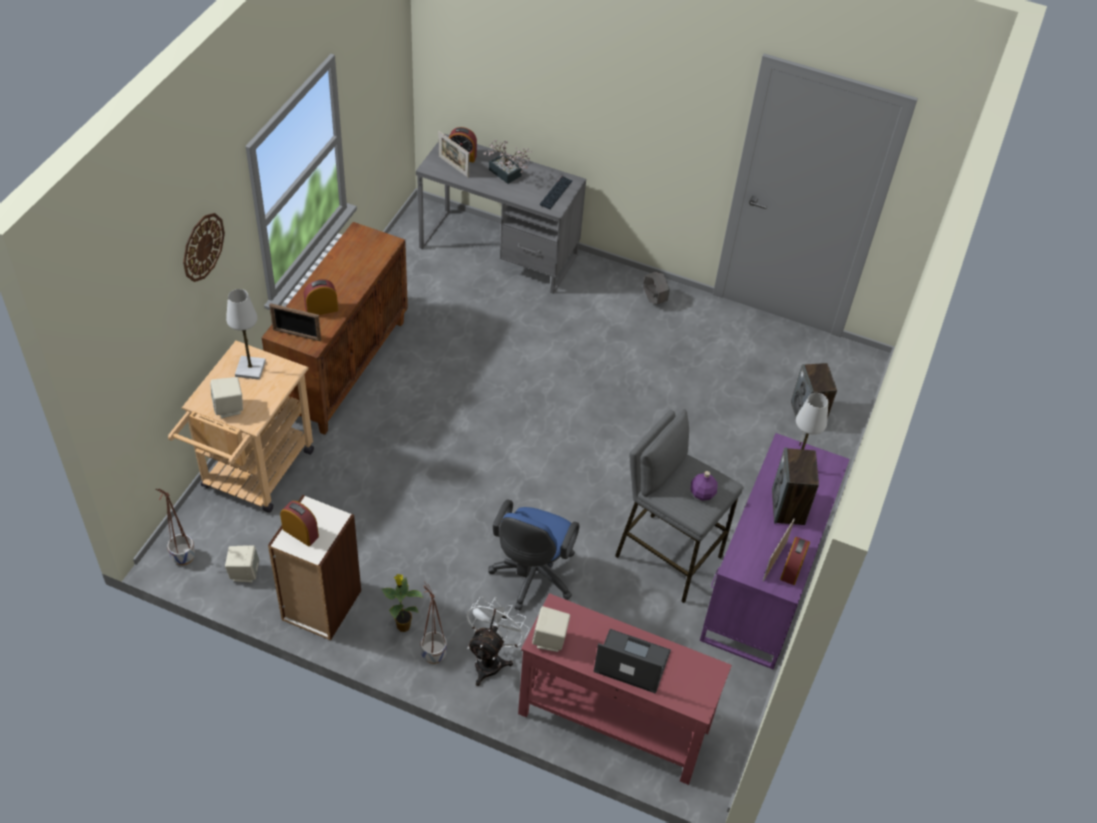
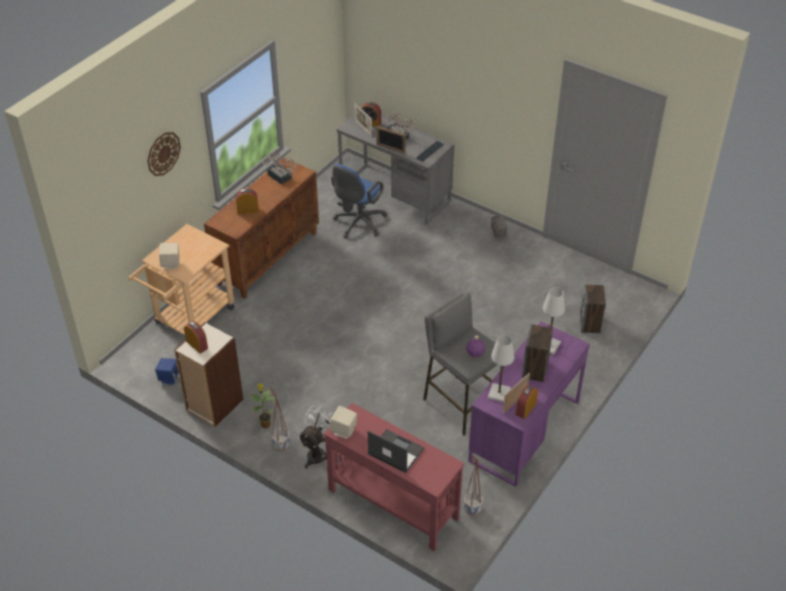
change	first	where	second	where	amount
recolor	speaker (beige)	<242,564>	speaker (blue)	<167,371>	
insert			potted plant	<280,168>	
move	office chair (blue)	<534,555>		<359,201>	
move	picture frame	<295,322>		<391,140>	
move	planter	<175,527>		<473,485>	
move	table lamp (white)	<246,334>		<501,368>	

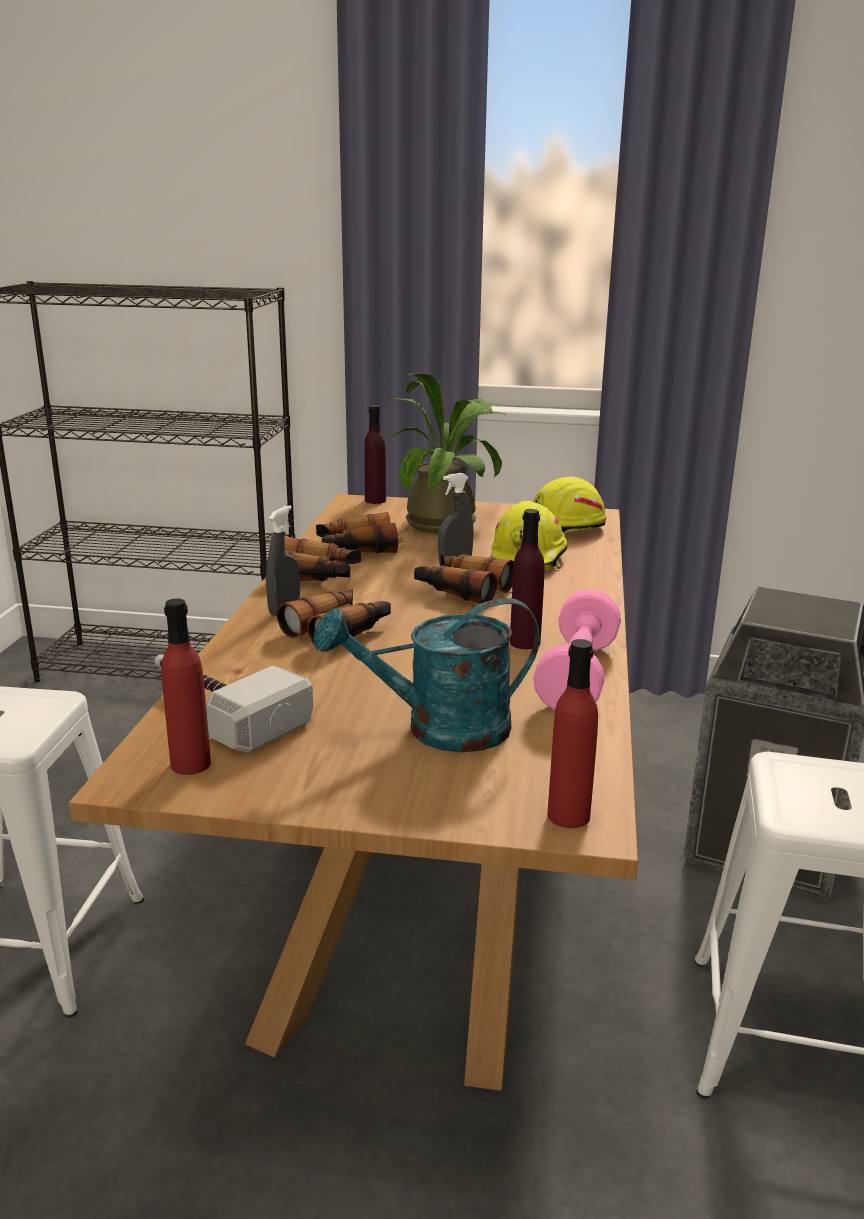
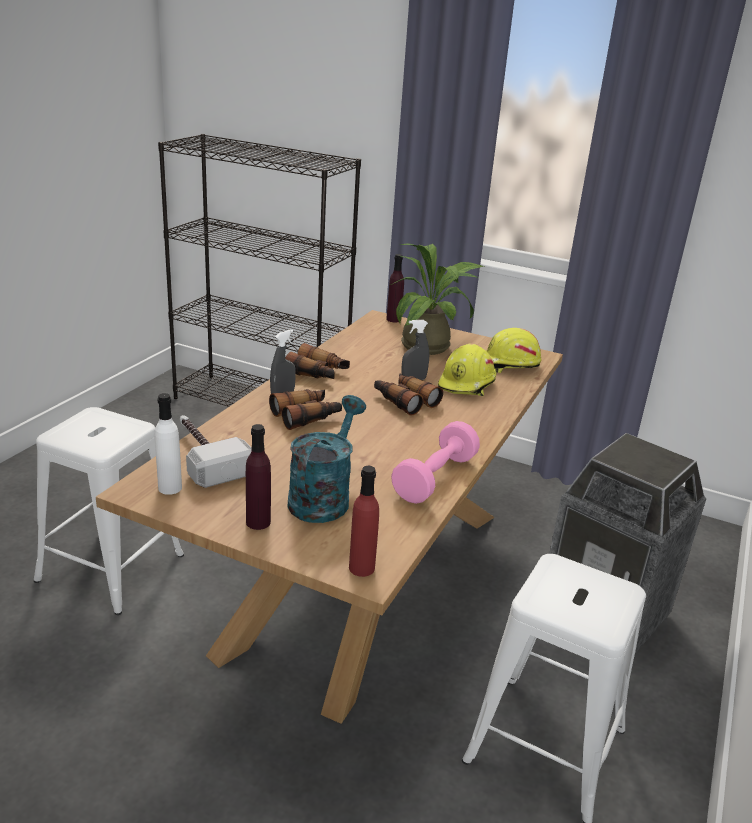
change	first	where	second	where	amount
recolor	bottle (red)	<186,687>	bottle (white)	<168,444>	
move	bottle (purple)	<527,579>		<258,477>	
rotate	watering can (turquoise)	<427,675>		<326,459>	105 degrees clockwise
delete	binoculars	<357,532>			

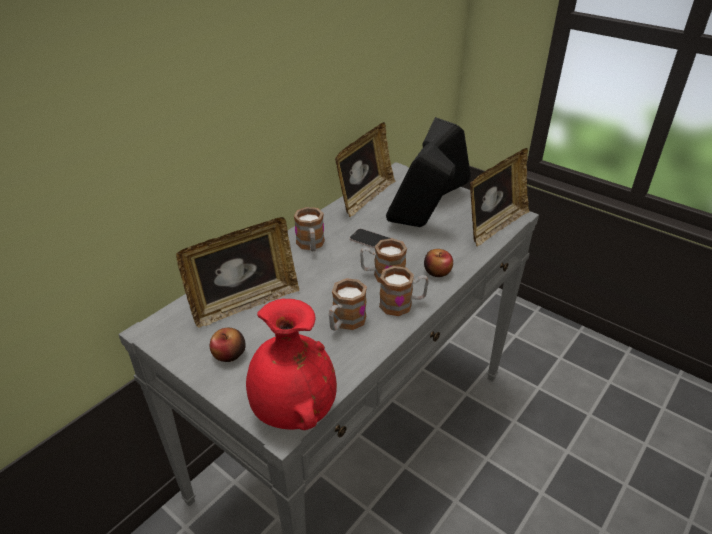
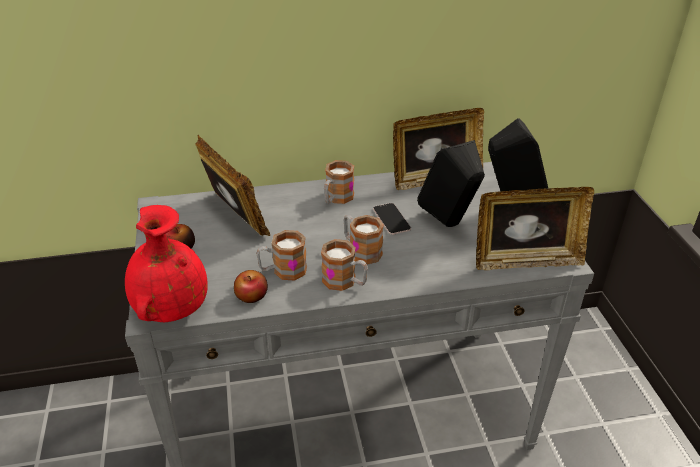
change	first	where	second	where	amount
rotate	picture frame	<237,272>		<232,185>	135 degrees counterclockwise
move	apple	<438,263>		<251,286>	

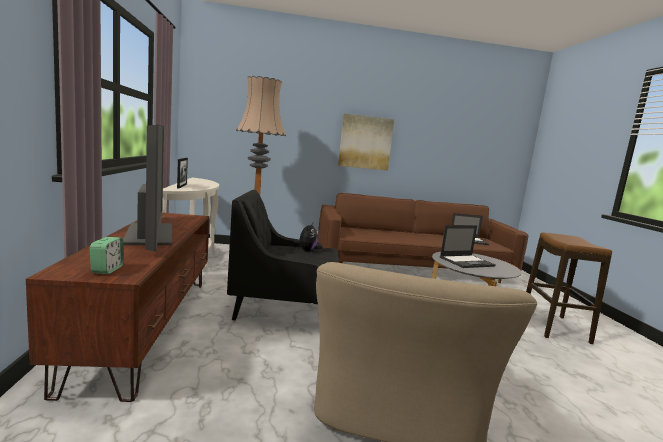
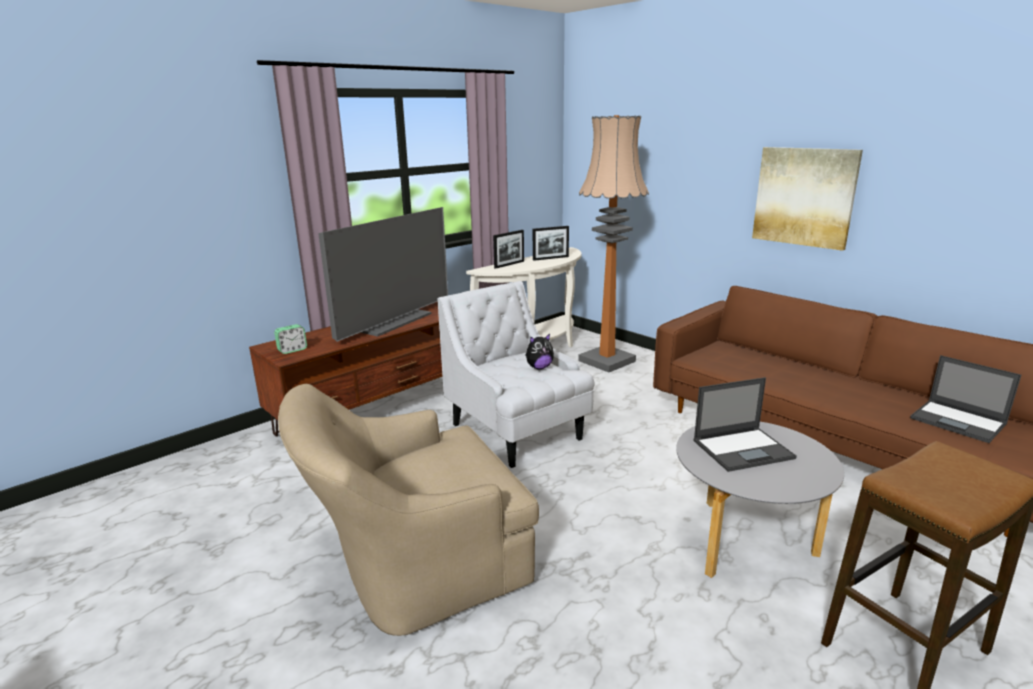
change	first	where	second	where	amount
recolor	armchair (black)	<283,255>	armchair (white)	<516,374>	
insert			picture frame	<551,243>	
rotate	laptop	<468,246>		<745,424>	45 degrees counterclockwise

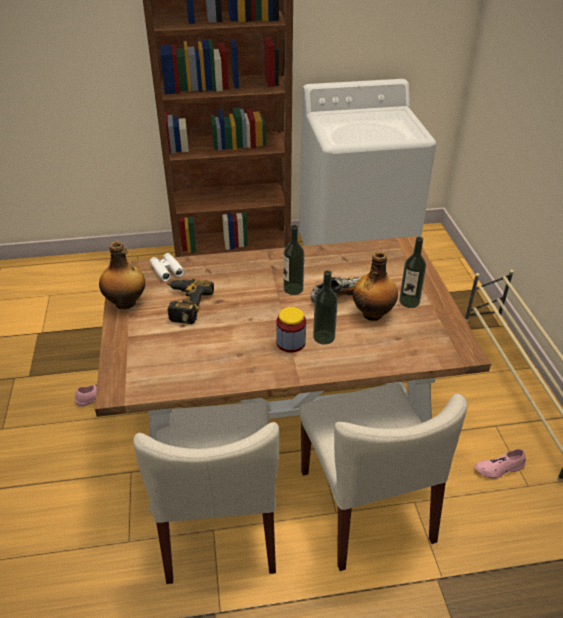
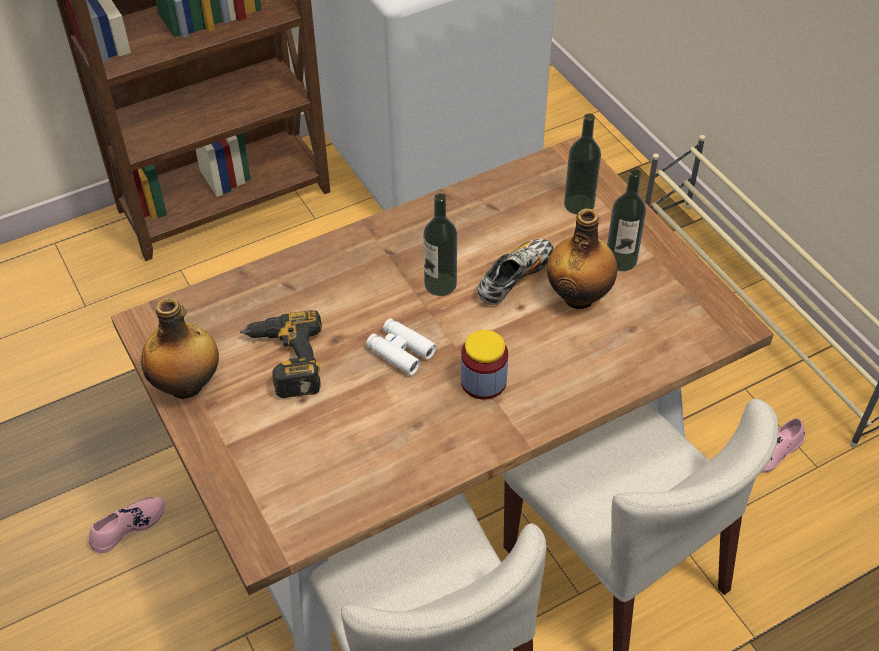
change	first	where	second	where	amount
move	binoculars (white)	<167,267>		<401,346>	
move	bottle	<325,307>		<582,164>	

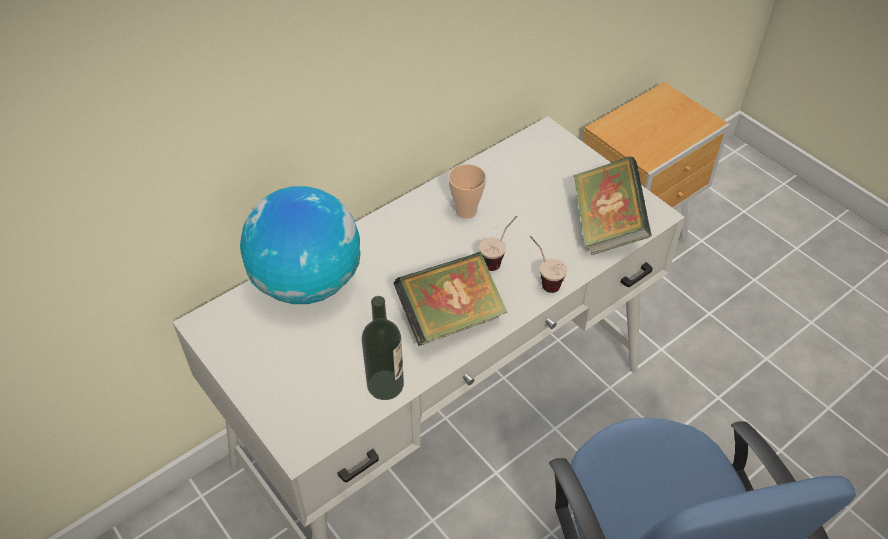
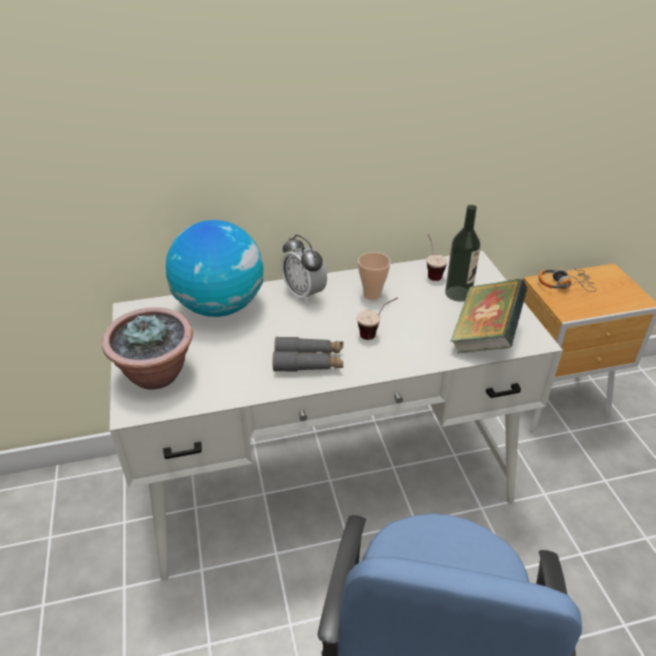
change	first	where	second	where	amount
insert			potted plant	<147,348>	
replace	book	<450,299>	binoculars (grey)	<308,354>	
insert			alarm clock	<304,269>	
move	cup	<548,264>		<437,257>	
move	bottle	<383,348>		<463,253>	
insert			headphones	<568,279>	

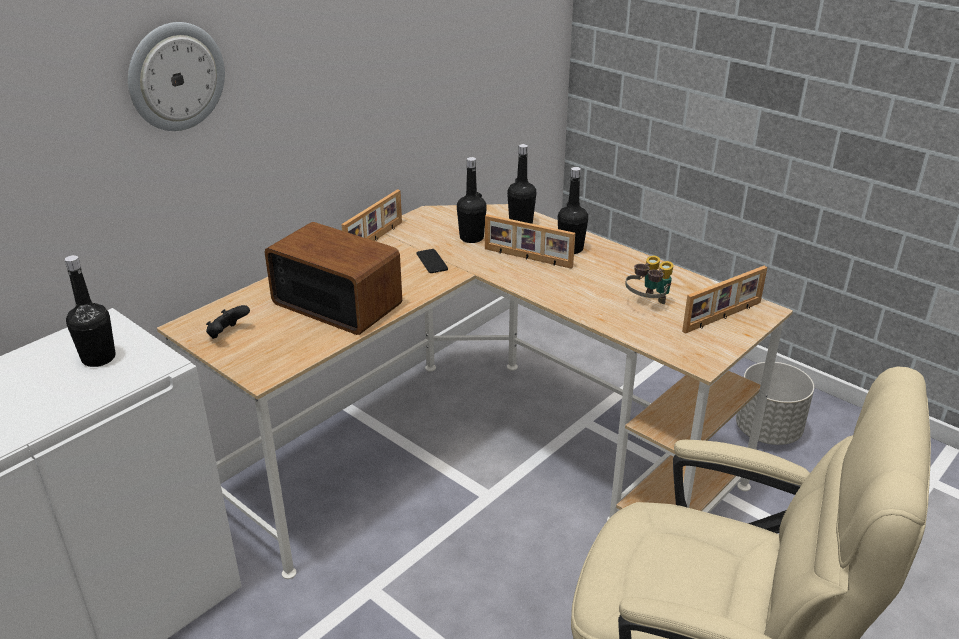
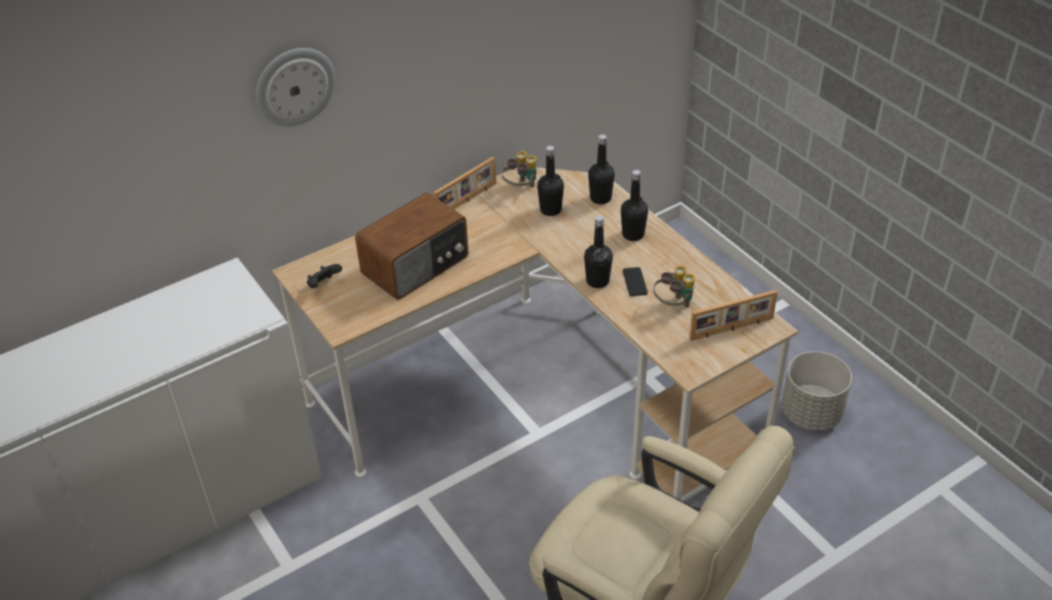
change	first	where	second	where	amount
rotate	radio	<333,278>		<412,246>	90 degrees clockwise
insert			binoculars	<519,169>	
move	bottle (black)	<90,311>		<598,251>	
move	phone	<432,261>		<635,281>	
delete	picture frame	<530,241>			

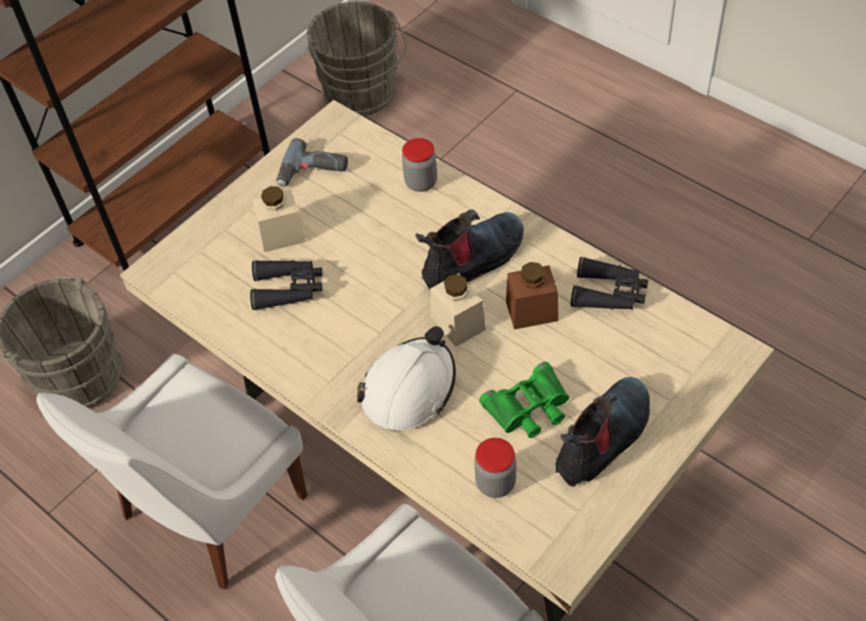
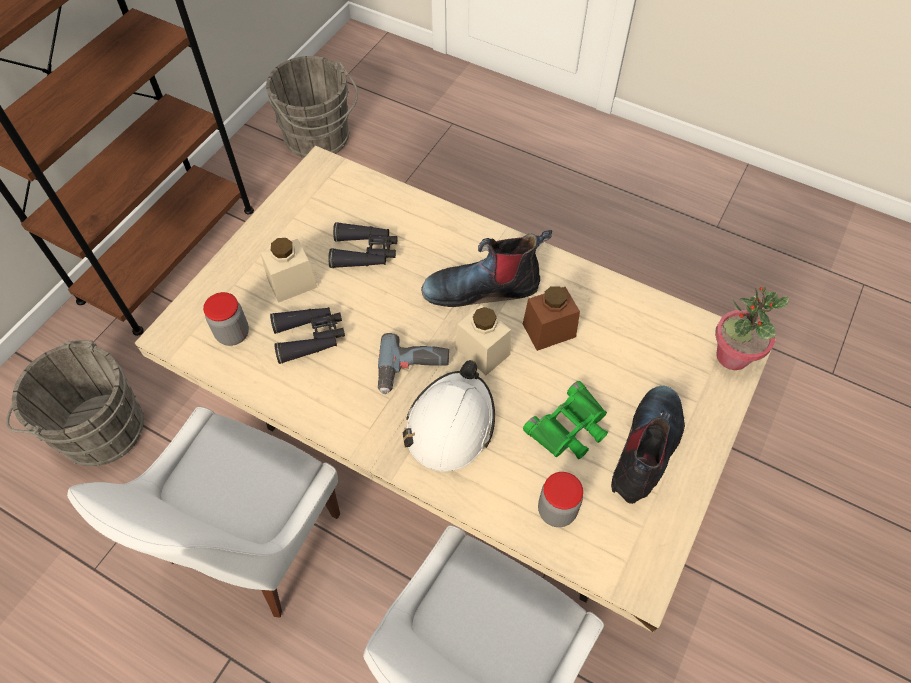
change	first	where	second	where	amount
move	jar	<419,165>		<226,319>	
move	binoculars (black)	<609,283>		<362,245>	
move	power drill	<312,162>		<413,364>	
rotate	boot	<470,249>		<486,268>	135 degrees counterclockwise
insert			potted plant	<752,328>	

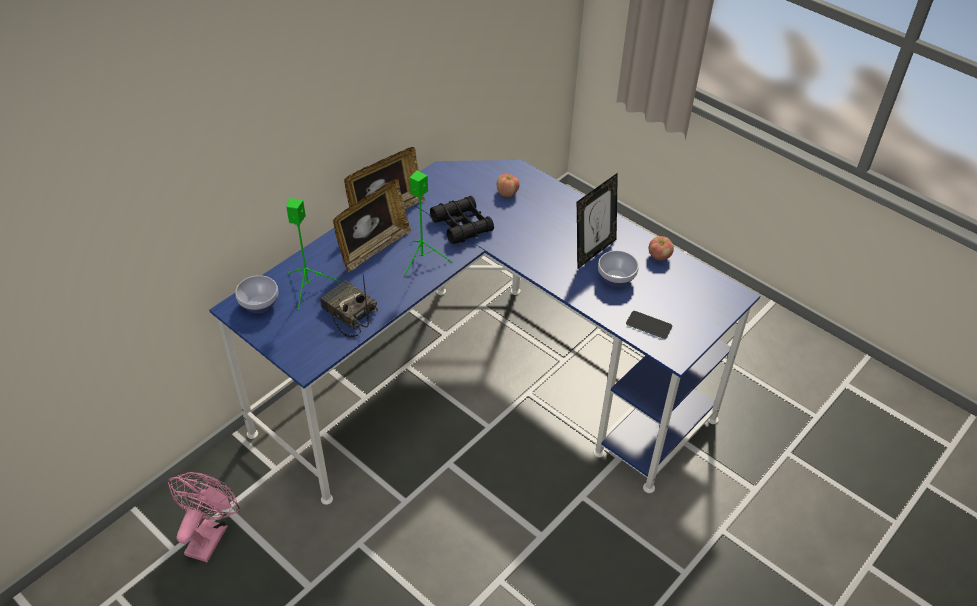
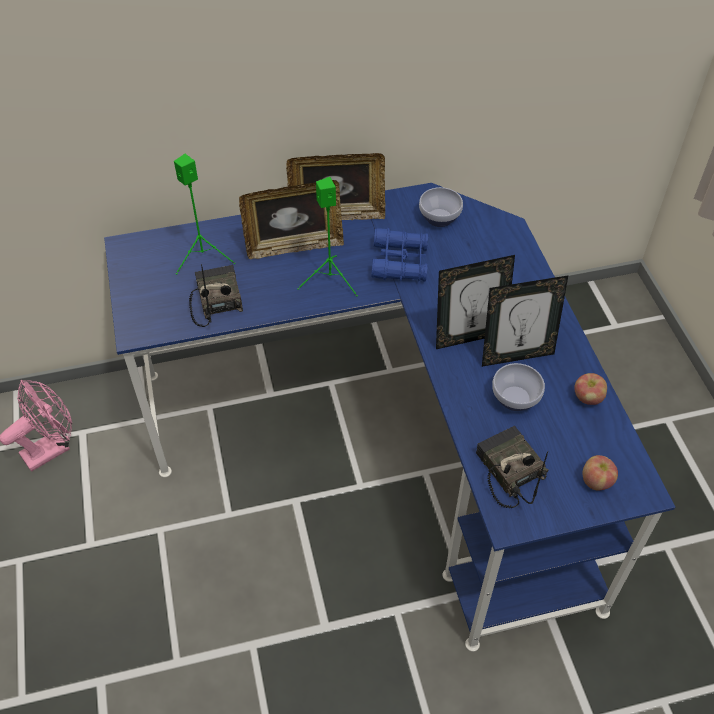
change	first	where	second	where	amount
recolor	binoculars (black)	<462,220>	binoculars (blue)	<399,255>	
move	bowl	<256,294>		<441,207>	
insert			picture frame	<475,302>	
replace	phone	<649,325>	radio	<512,467>	
move	apple	<508,185>		<600,472>	

